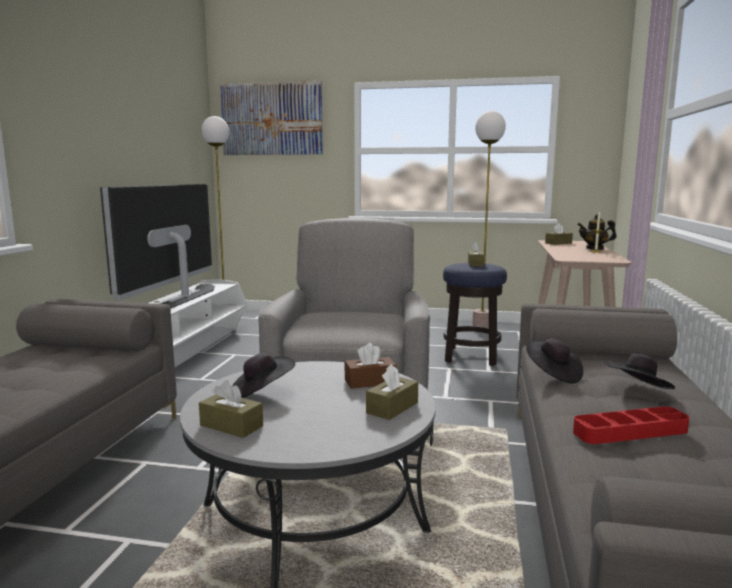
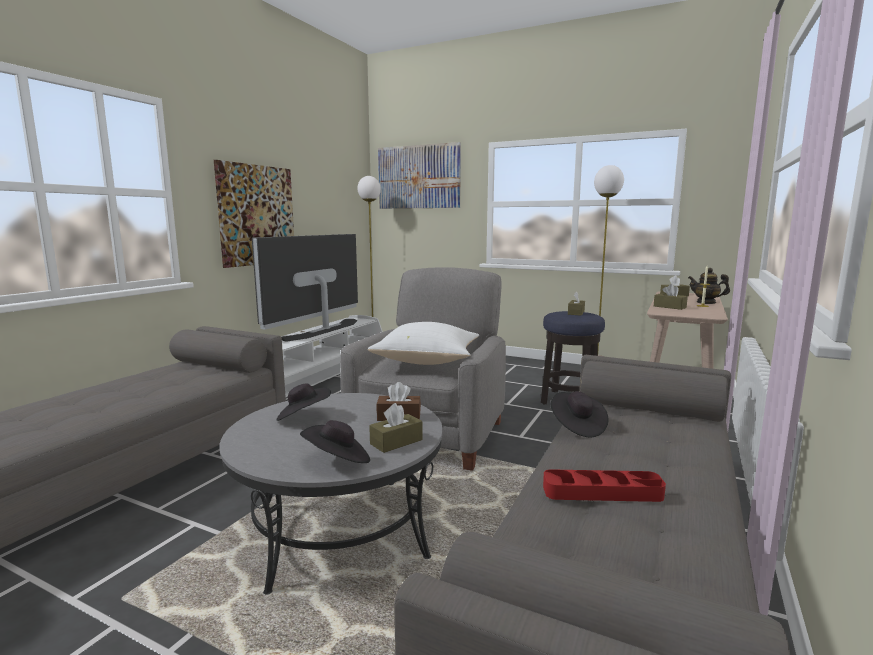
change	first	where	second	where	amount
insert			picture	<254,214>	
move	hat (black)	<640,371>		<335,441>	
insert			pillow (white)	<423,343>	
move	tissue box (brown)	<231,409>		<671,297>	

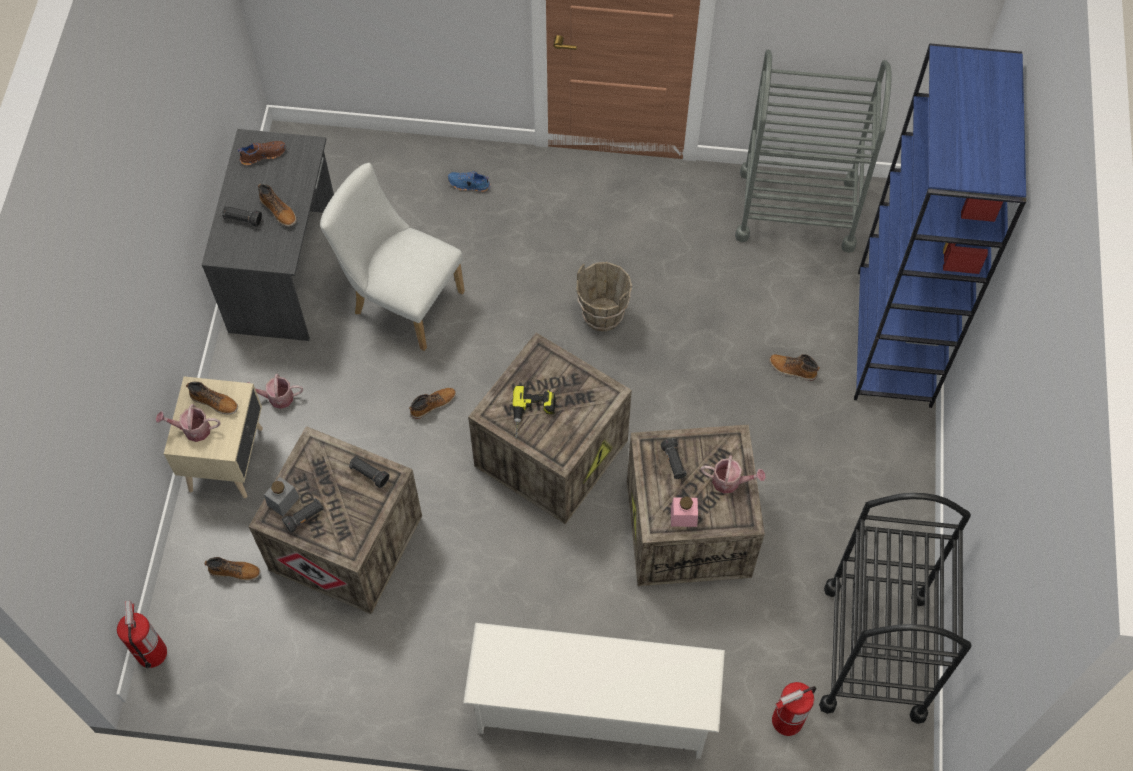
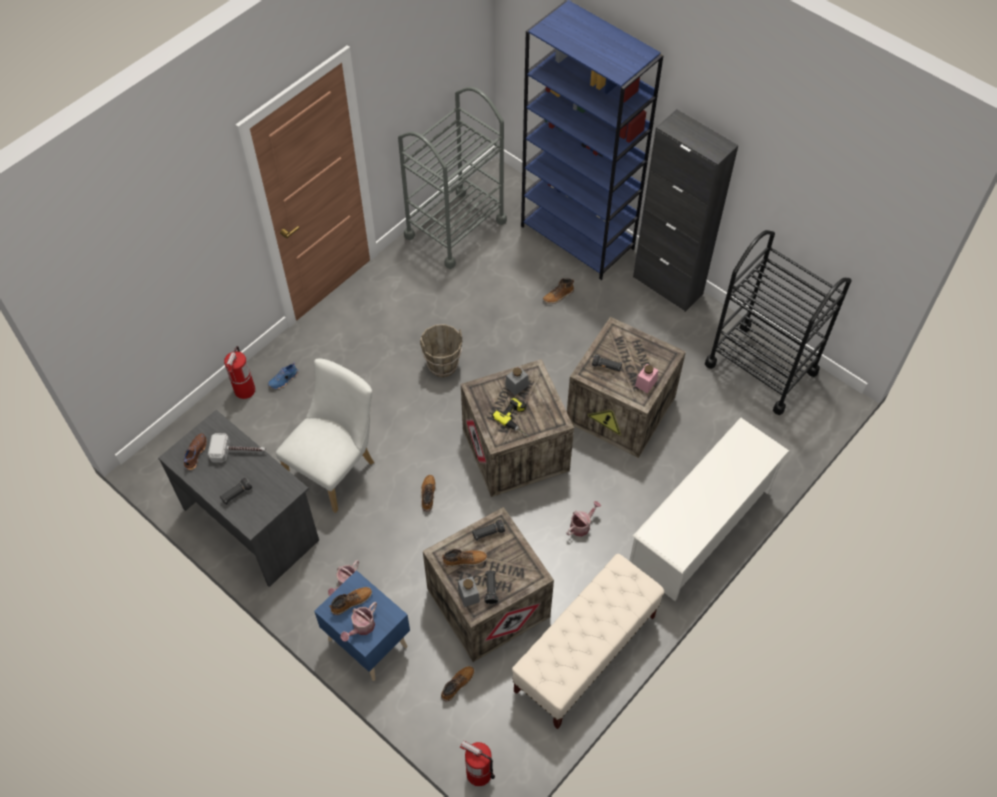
change	first	where	second	where	amount
insert			hammer	<237,448>	
move	fire extinguisher	<794,709>		<239,372>	
rotate	chair (white)	<392,257>		<325,436>	150 degrees clockwise
recolor	nightstand (beige)	<213,437>	nightstand (blue)	<362,625>	
move	boot	<277,205>		<464,558>	
insert			jar (grey)	<517,381>	
insert			bench (beige)	<588,641>	
move	watering can	<733,475>		<584,519>	
insert			cabinet (black)	<685,210>	

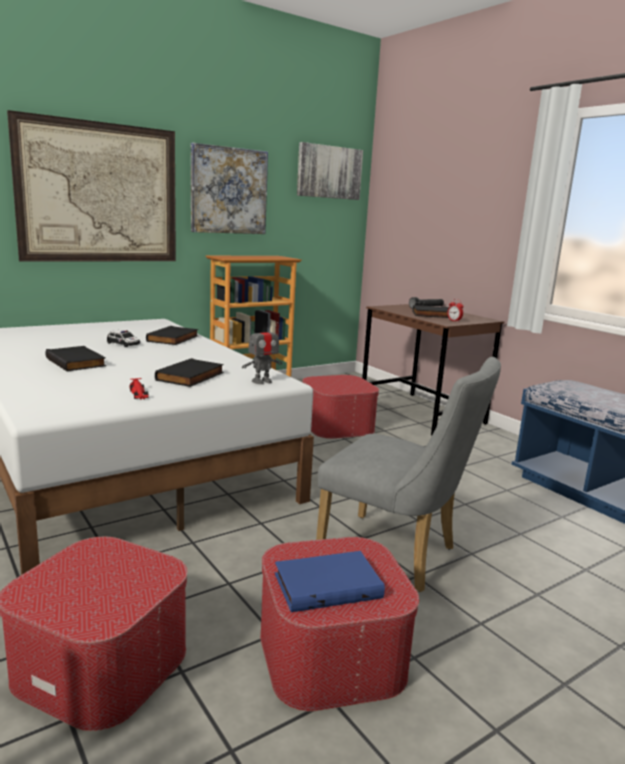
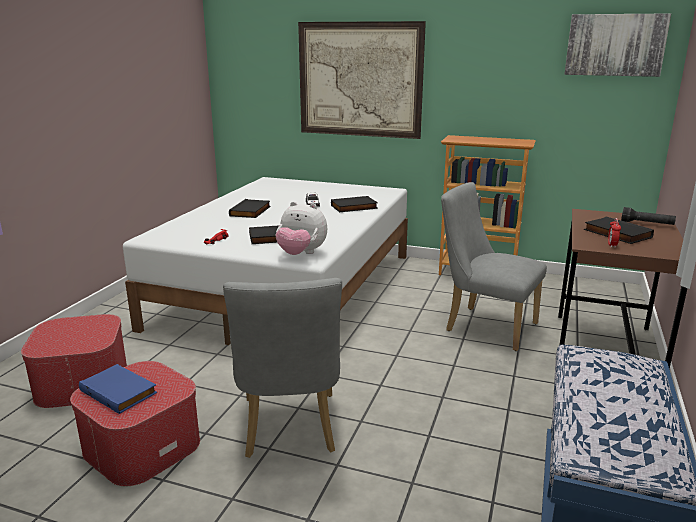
change	first	where	second	where	amount
replace	toy robot	<262,353>	plush toy	<301,228>	
replace	ottoman	<340,407>	chair (grey)	<494,266>	
delete	picture	<229,188>			

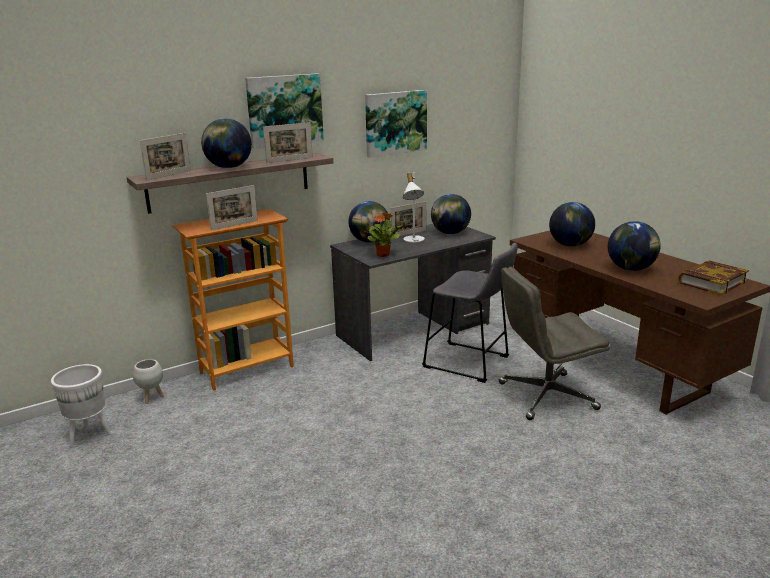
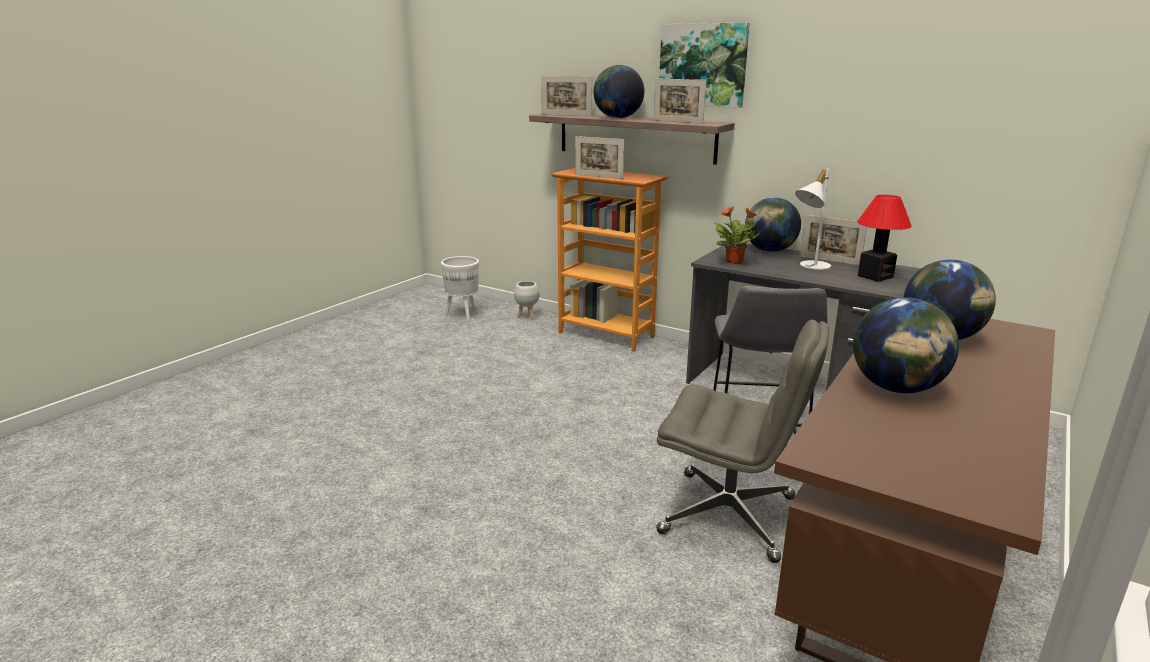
change	first	where	second	where	amount
rotate	office chair (grey)	<554,343>		<742,441>	150 degrees clockwise
replace	globe	<451,214>	table lamp	<884,238>	
delete	picture	<396,124>			
delete	book	<713,277>			

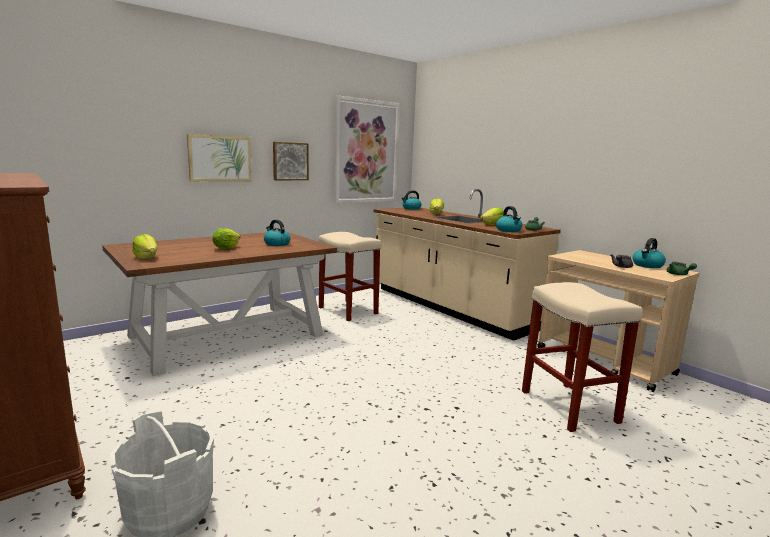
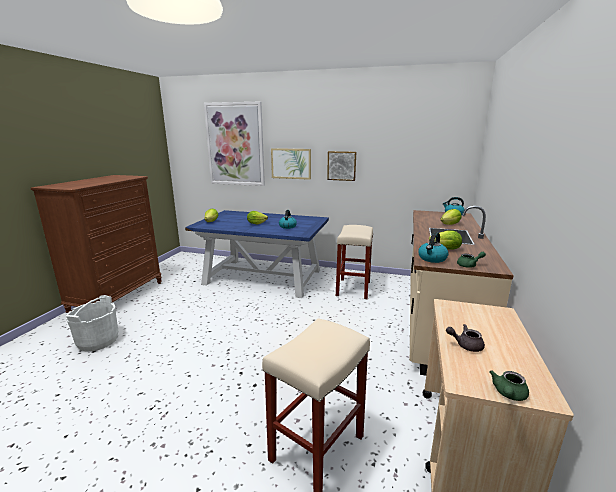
change	first	where	second	where	amount
recolor	dining table (brown)	<219,304>	dining table (blue)	<257,254>	
move	picture	<367,149>		<234,144>	
delete	kettle	<649,253>			

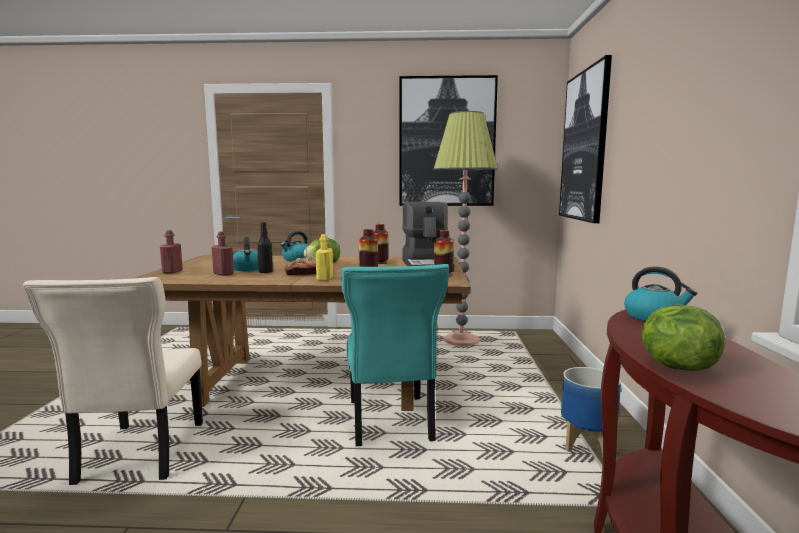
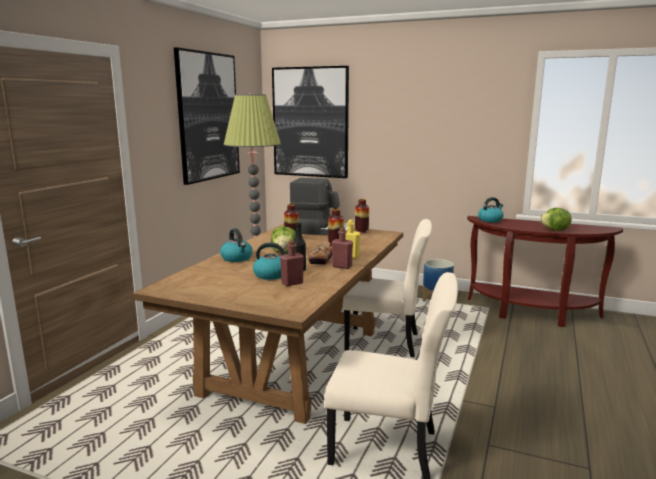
change	first	where	second	where	amount
move	bottle (red)	<171,251>		<342,248>	
recolor	chair (turquoise)	<395,355>	chair (beige)	<387,288>	

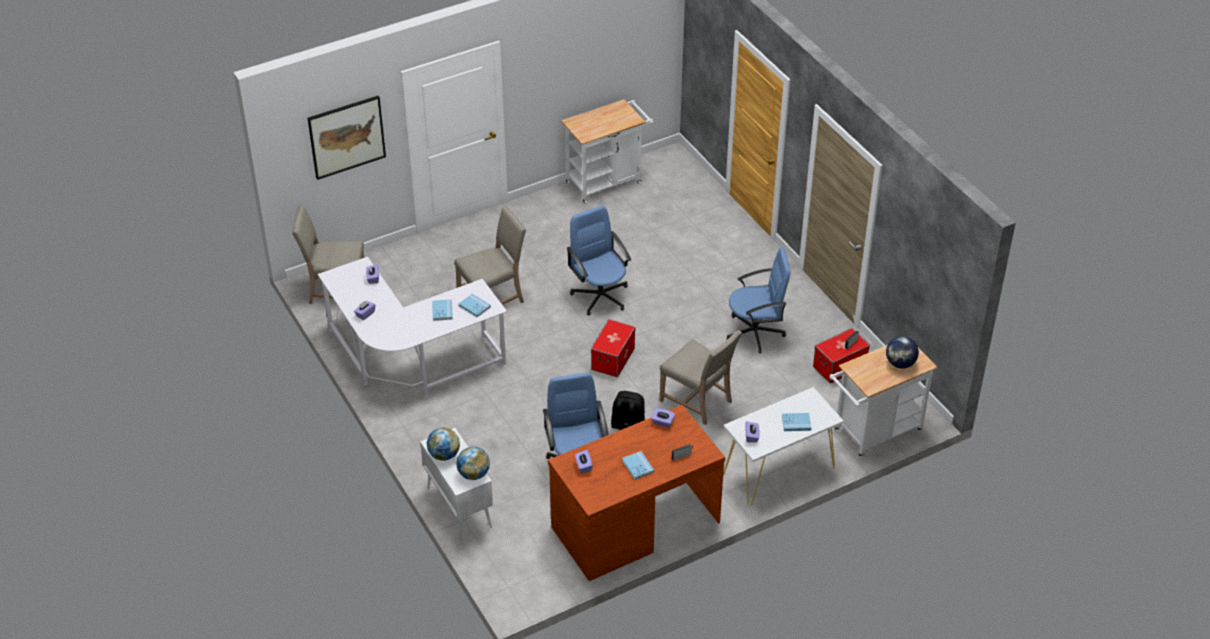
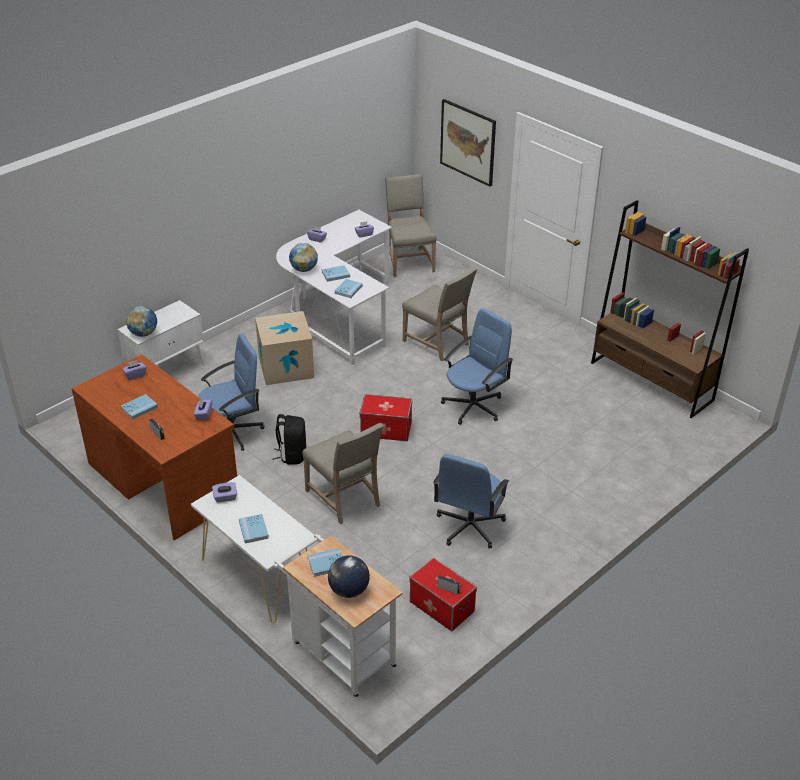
change	first	where	second	where	amount
insert			cardboard box	<284,348>	
move	globe	<443,444>		<303,257>	
rotate	chair (beige)	<701,377>		<342,473>	60 degrees counterclockwise
insert			book (blue)	<325,562>	
rotate	office chair (blue)	<758,300>		<471,501>	45 degrees clockwise
replace	cart (white)	<607,151>	bookcase (brown)	<670,309>	

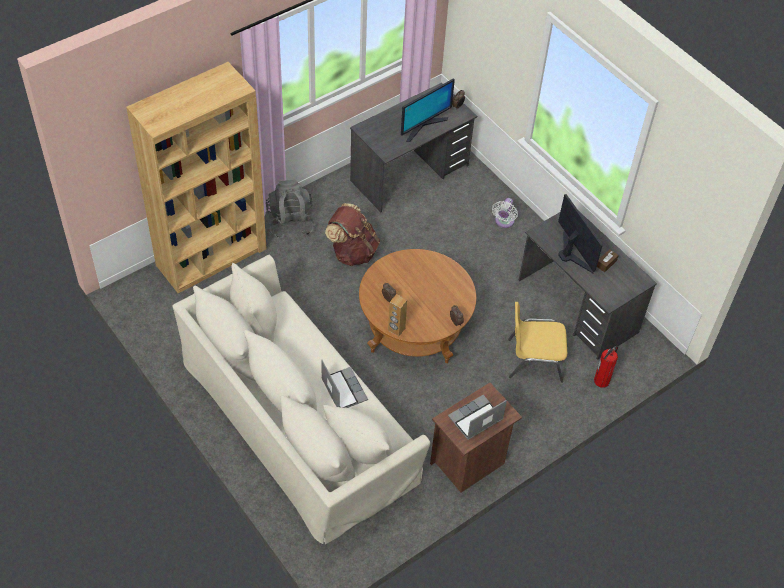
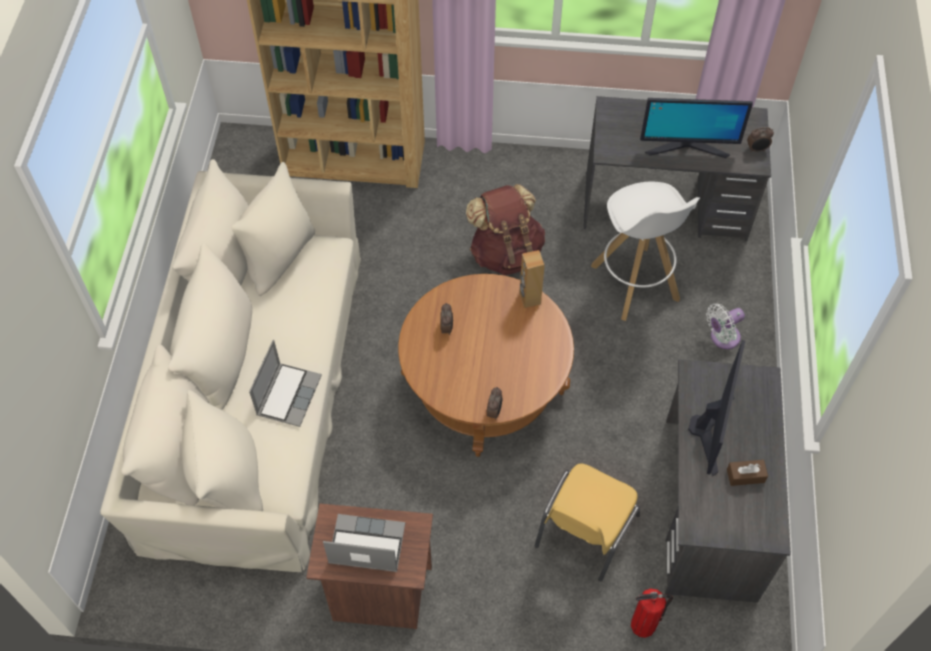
change	first	where	second	where	amount
move	speaker (brown)	<397,315>		<532,279>	
rotate	chair (yellow)	<537,342>		<587,522>	105 degrees counterclockwise
insert			stool (white)	<645,251>	
delete	backpack (grey)	<290,209>			

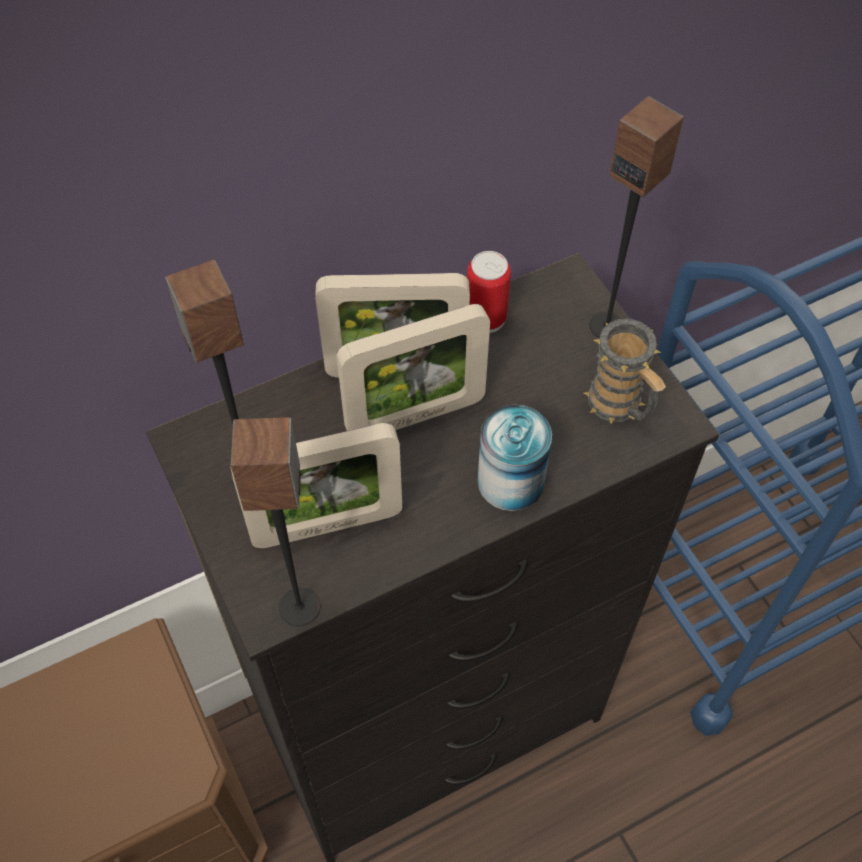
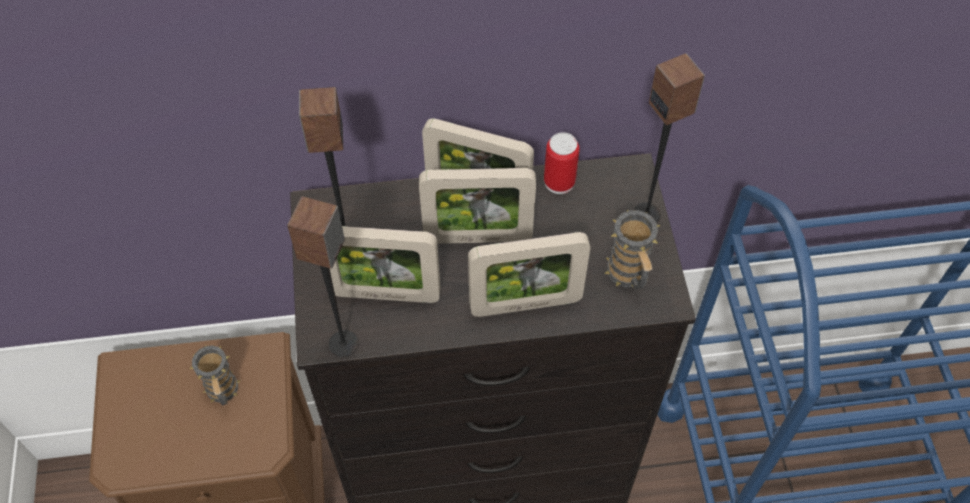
change	first	where	second	where	amount
insert			mug	<215,376>	
replace	can	<514,458>	picture frame	<529,274>	

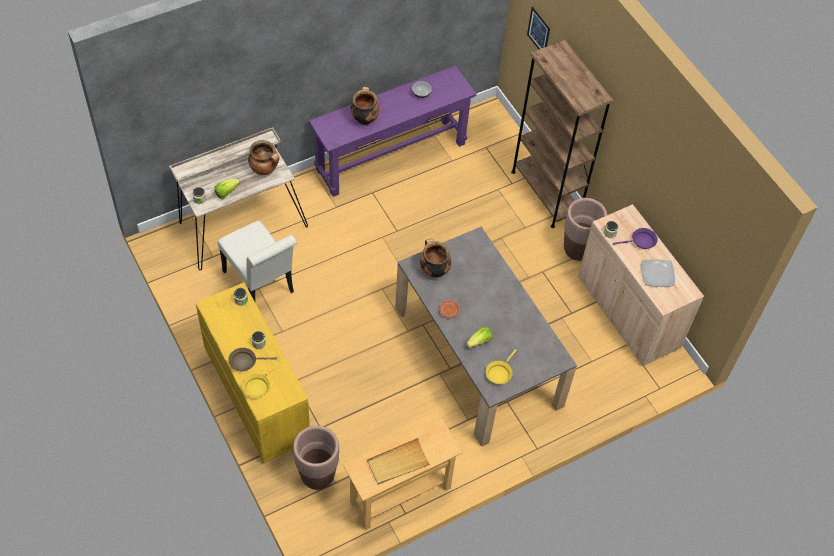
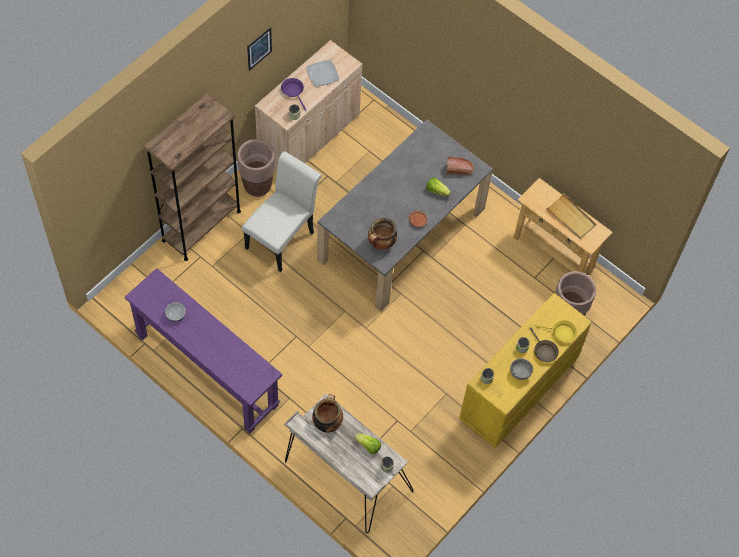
change	first	where	second	where	amount
move	chair (white)	<257,261>		<282,211>	
move	picture	<538,28>		<259,49>	
replace	frying pan (yellow)	<501,366>	bread	<460,166>	
insert			bowl (grey)	<521,369>	
delete	cooking pot	<365,106>			

